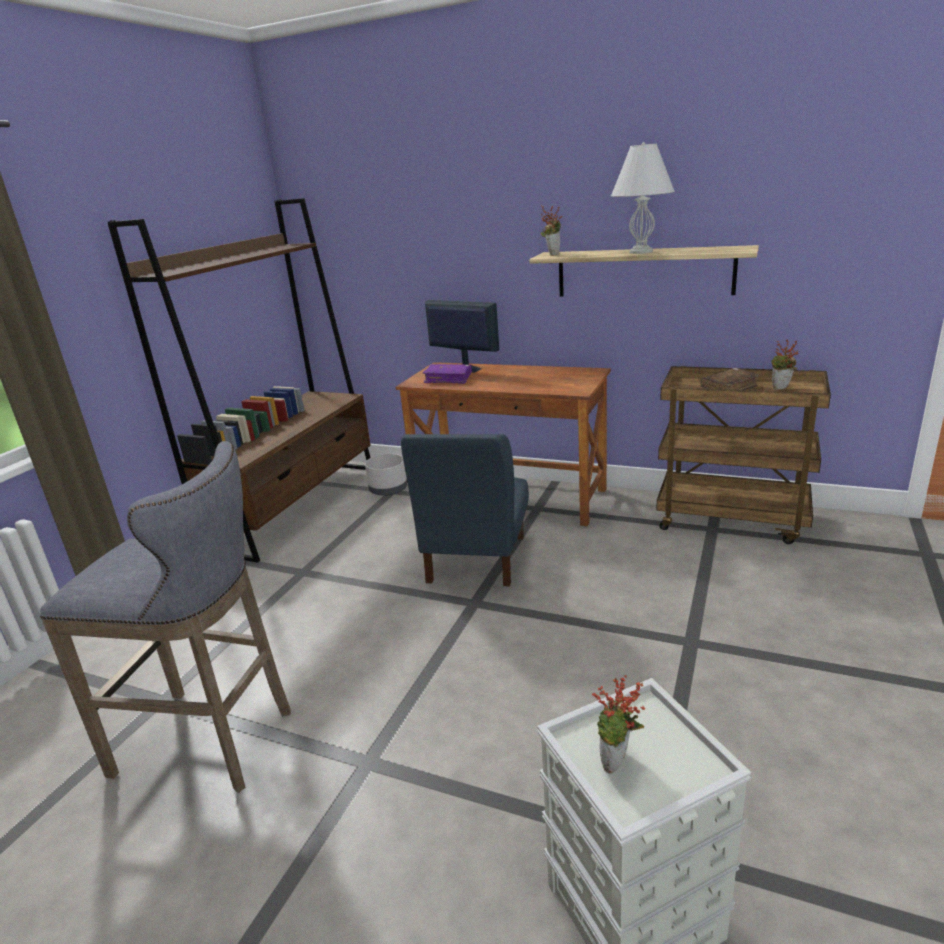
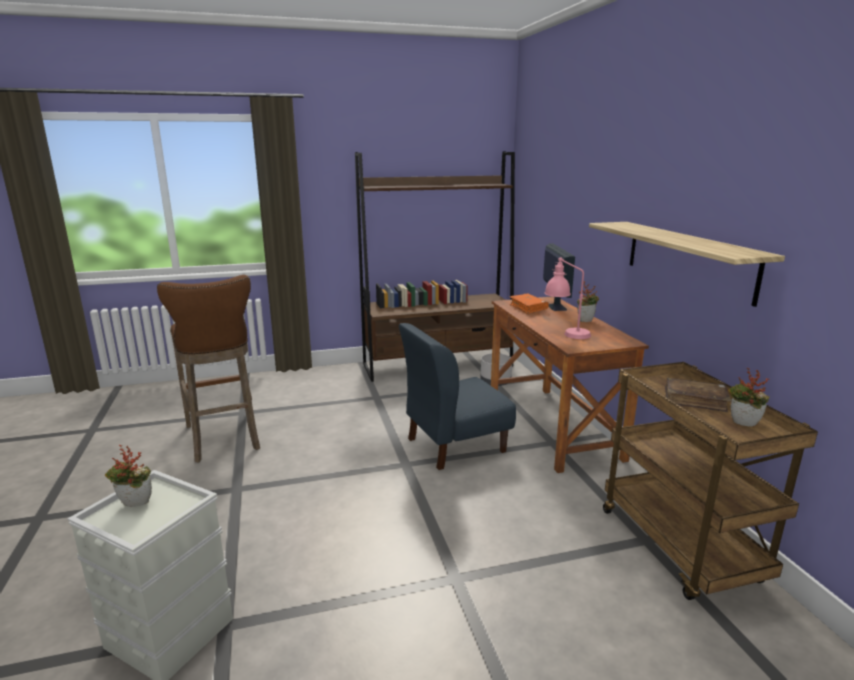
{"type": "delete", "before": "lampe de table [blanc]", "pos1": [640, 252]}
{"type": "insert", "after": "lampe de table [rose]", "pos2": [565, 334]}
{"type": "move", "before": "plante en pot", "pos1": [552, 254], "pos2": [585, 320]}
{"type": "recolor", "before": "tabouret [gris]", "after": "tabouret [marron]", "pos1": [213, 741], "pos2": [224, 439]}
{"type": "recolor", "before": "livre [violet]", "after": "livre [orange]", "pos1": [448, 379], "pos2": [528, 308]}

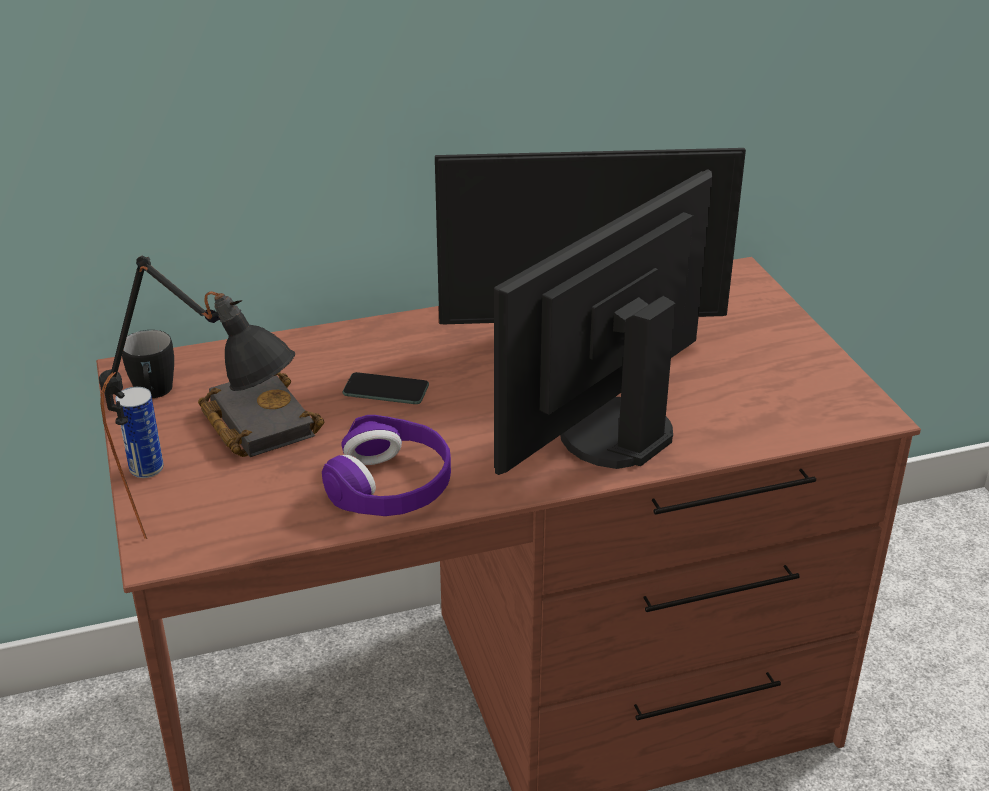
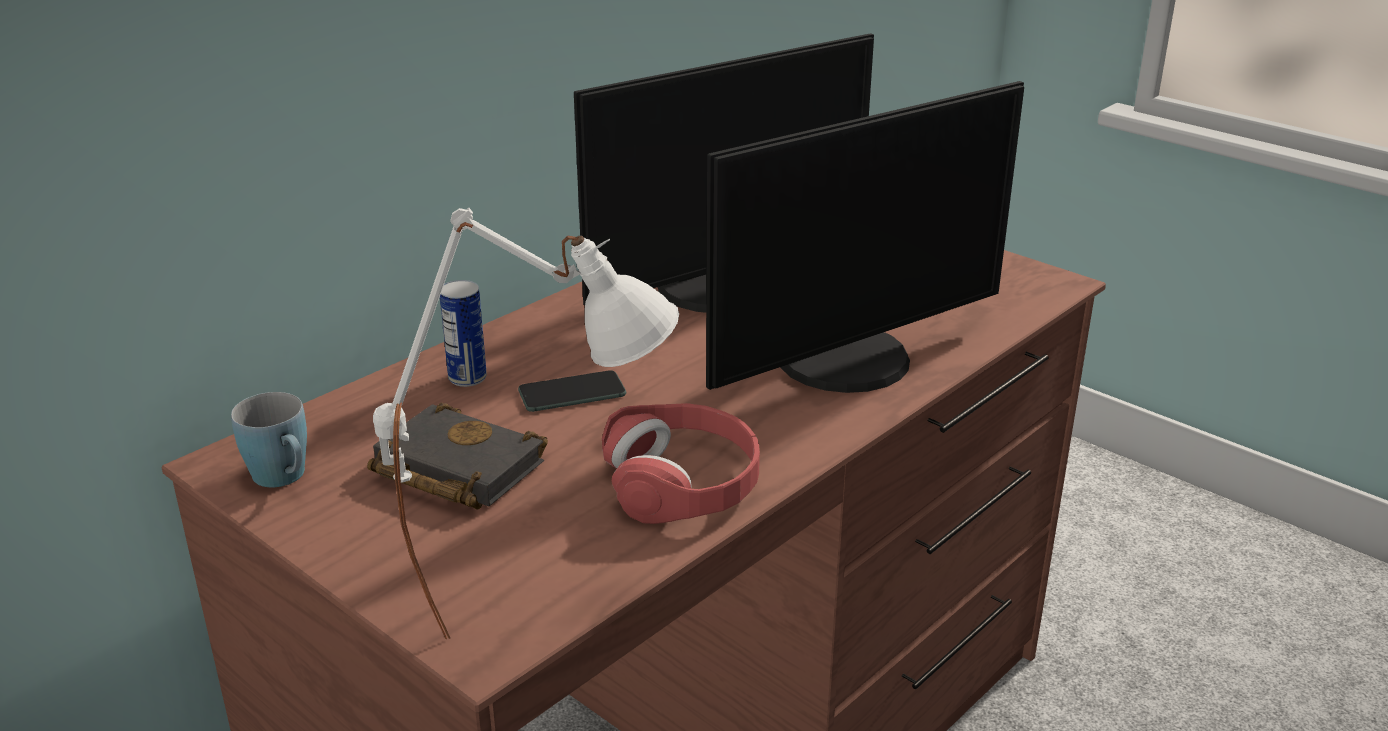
{"type": "move", "before": "boîte métallique", "pos1": [146, 468], "pos2": [467, 378]}
{"type": "recolor", "before": "lampe de table [noir]", "after": "lampe de table [blanc]", "pos1": [219, 538], "pos2": [543, 604]}
{"type": "recolor", "before": "mug [noir]", "after": "mug [bleu]", "pos1": [154, 393], "pos2": [285, 479]}
{"type": "recolor", "before": "casque audio [violet]", "after": "casque audio [rouge]", "pos1": [391, 484], "pos2": [682, 482]}
{"type": "rotate", "before": "écran d'ordinateur", "pos1": [611, 431], "pos2": [848, 362], "turn": -135}

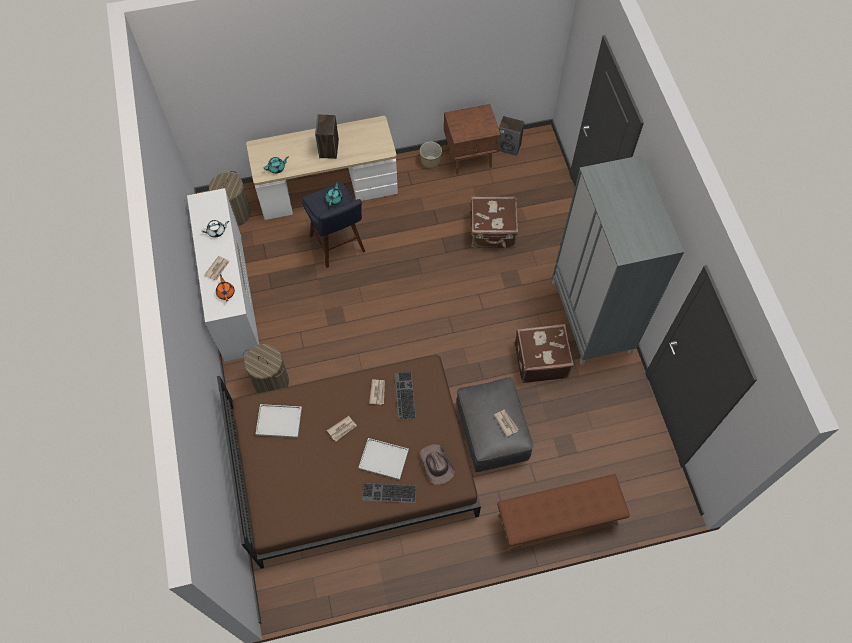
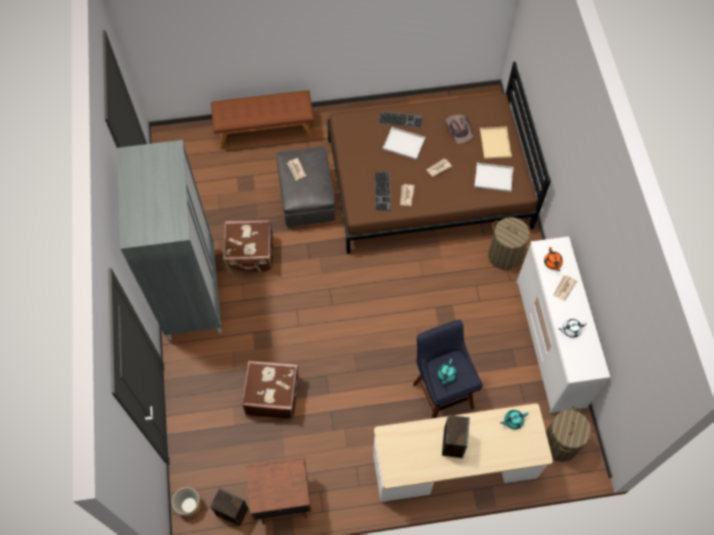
{"type": "insert", "after": "plateau [beige]", "pos2": [494, 142]}
{"type": "move", "before": "chapeau [marron]", "pos1": [436, 465], "pos2": [459, 129]}
{"type": "move", "before": "cache-pot", "pos1": [430, 161], "pos2": [189, 505]}

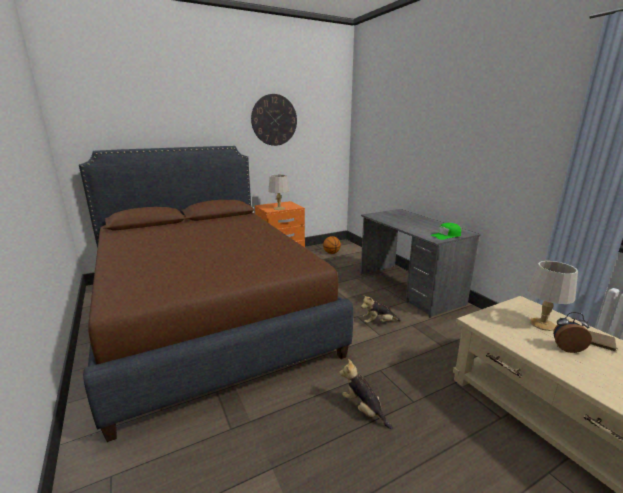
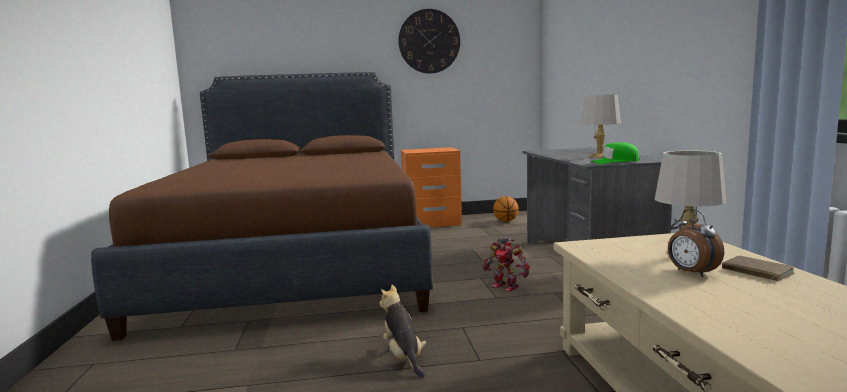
{"type": "move", "before": "lampe de table [gris]", "pos1": [279, 208], "pos2": [600, 156]}
{"type": "replace", "before": "peluche", "after": "robot jouet", "pos1": [378, 323], "pos2": [506, 286]}
{"type": "rotate", "before": "réveil", "pos1": [566, 348], "pos2": [691, 273], "turn": -150}

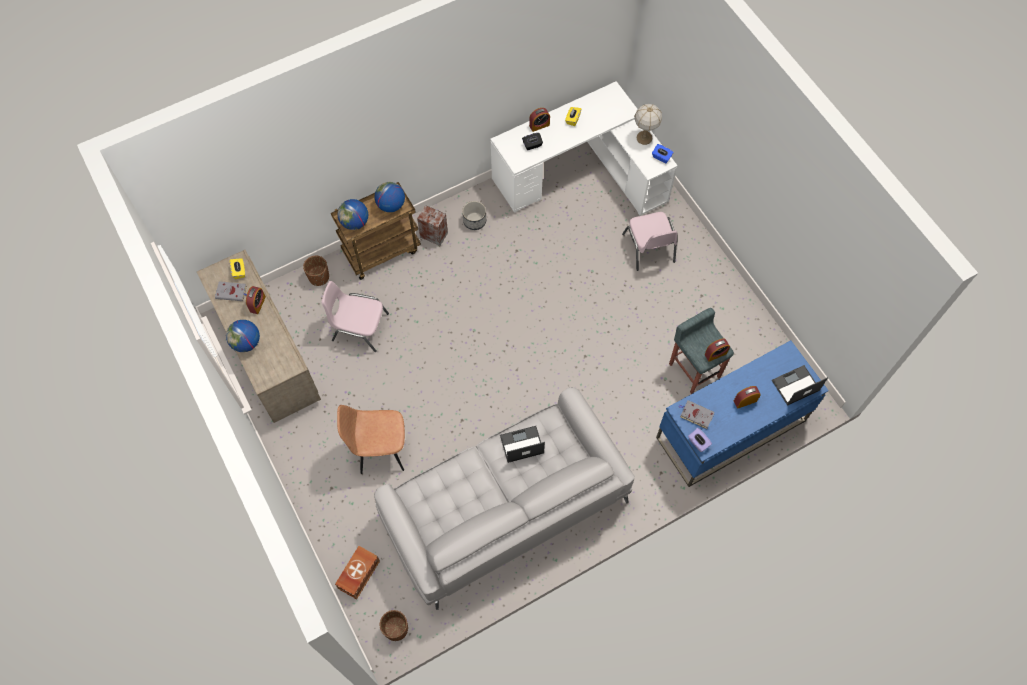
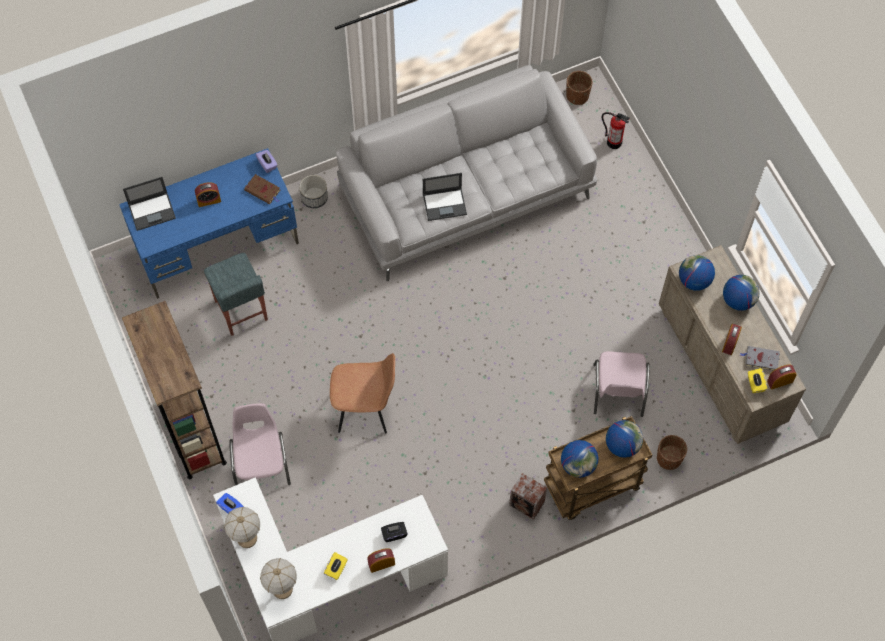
{"type": "insert", "after": "bibliothèque [marron]", "pos2": [191, 432]}
{"type": "insert", "after": "lampe de table", "pos2": [282, 589]}
{"type": "insert", "after": "globe", "pos2": [694, 280]}
{"type": "move", "before": "chaise [marron]", "pos1": [380, 449], "pos2": [365, 408]}
{"type": "move", "before": "cache-pot", "pos1": [474, 221], "pos2": [314, 197]}
{"type": "move", "before": "réveil", "pos1": [715, 354], "pos2": [780, 381]}
{"type": "replace", "before": "boîte de rangement [marron]", "after": "extincteur", "pos1": [358, 575], "pos2": [614, 142]}
{"type": "recolor", "before": "livre [gris]", "after": "livre [marron]", "pos1": [695, 415], "pos2": [263, 191]}
{"type": "rotate", "before": "chaise [rose]", "pos1": [359, 327], "pos2": [618, 391], "turn": 75}

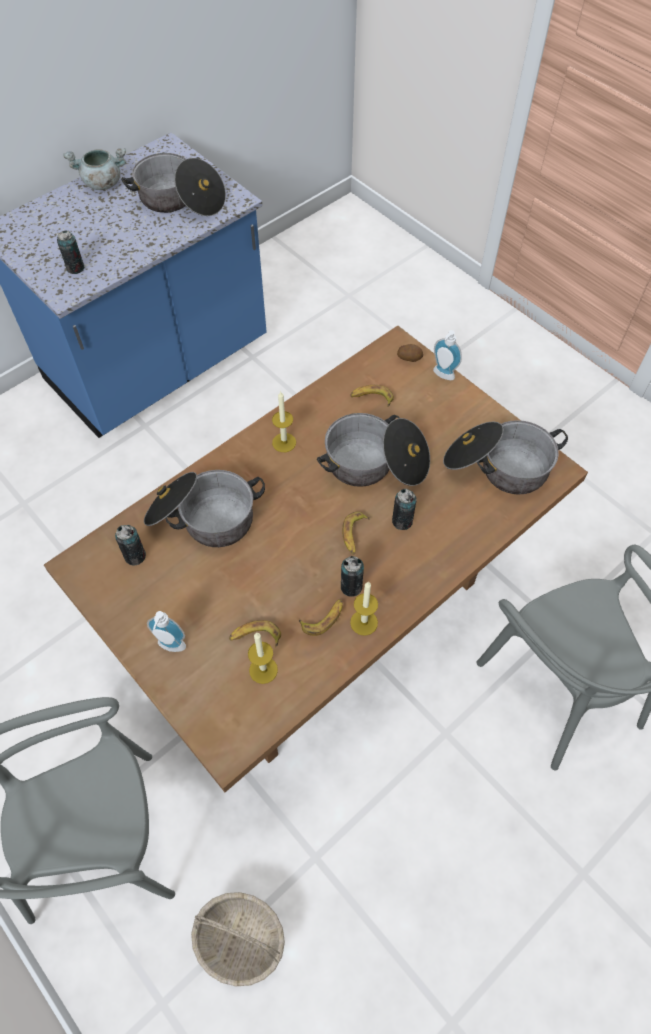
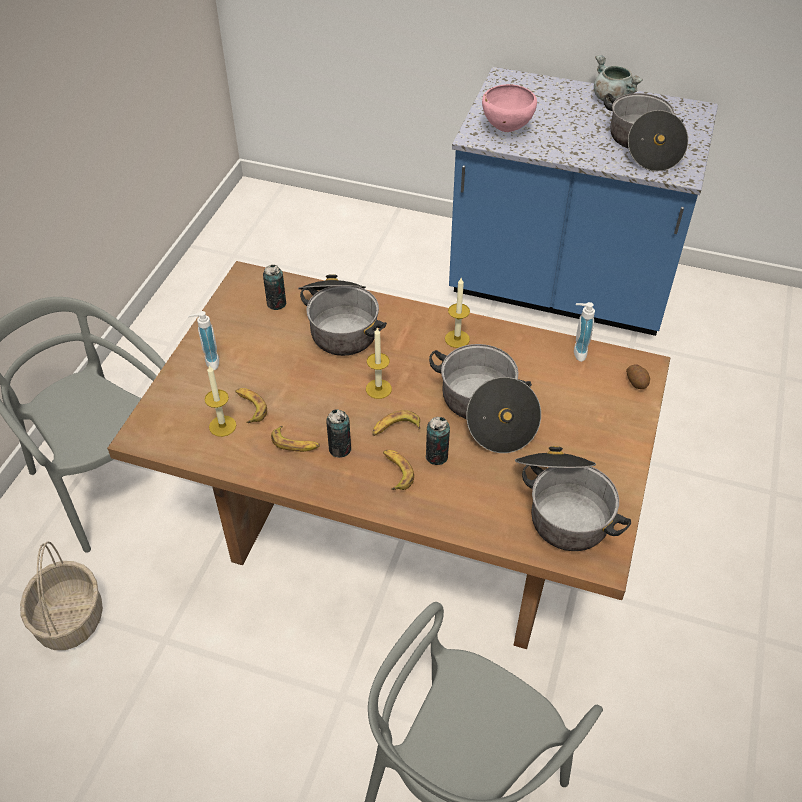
{"type": "move", "before": "banane", "pos1": [371, 398], "pos2": [396, 472]}
{"type": "move", "before": "bougie", "pos1": [364, 622], "pos2": [378, 389]}
{"type": "move", "before": "distributeur de savon", "pos1": [442, 376], "pos2": [577, 352]}
{"type": "replace", "before": "boîte métallique", "after": "bol [rose]", "pos1": [75, 268], "pos2": [506, 129]}

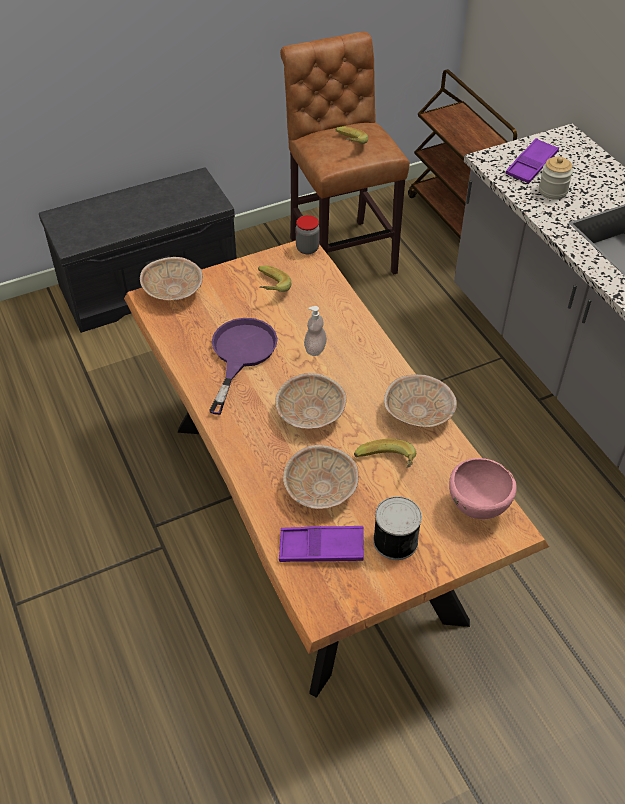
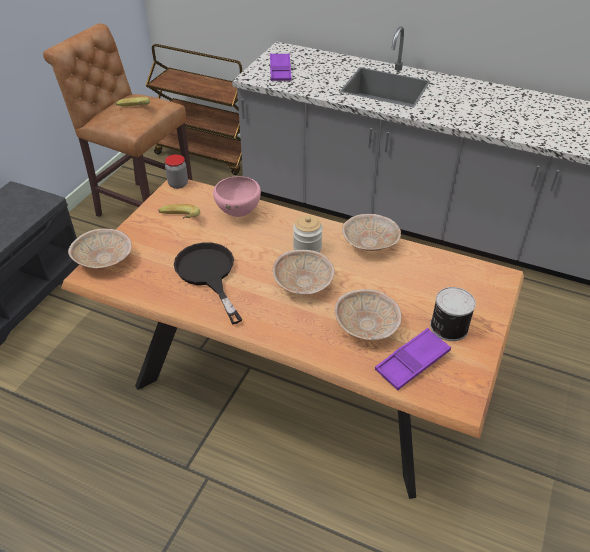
{"type": "delete", "before": "distributeur de savon", "pos1": [315, 349]}
{"type": "delete", "before": "banane", "pos1": [386, 466]}
{"type": "move", "before": "bol [rose]", "pos1": [478, 507], "pos2": [239, 213]}
{"type": "move", "before": "bocal", "pos1": [552, 191], "pos2": [307, 248]}
{"type": "recolor", "before": "poêle [violet]", "after": "poêle [noir]", "pos1": [240, 355], "pos2": [208, 274]}

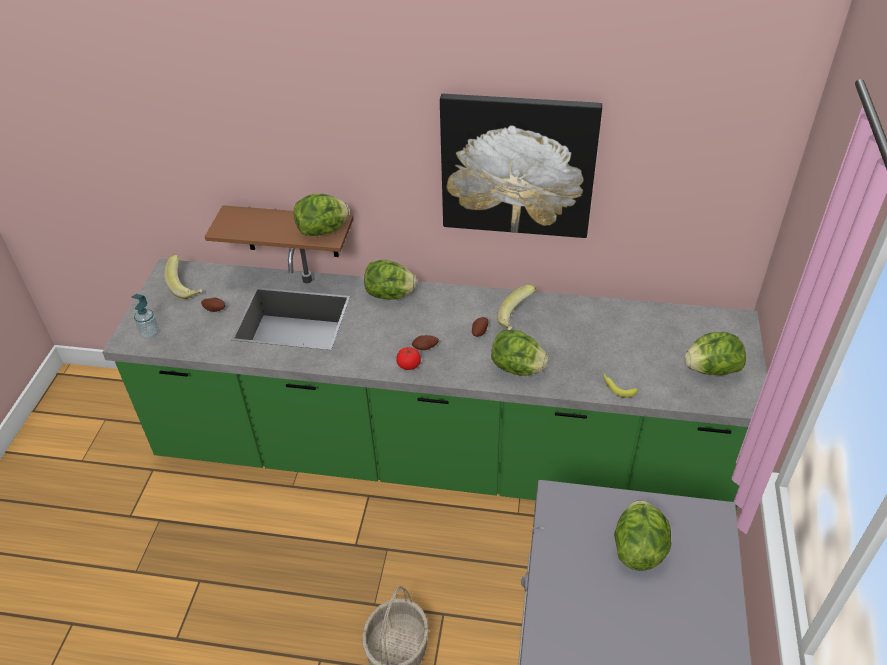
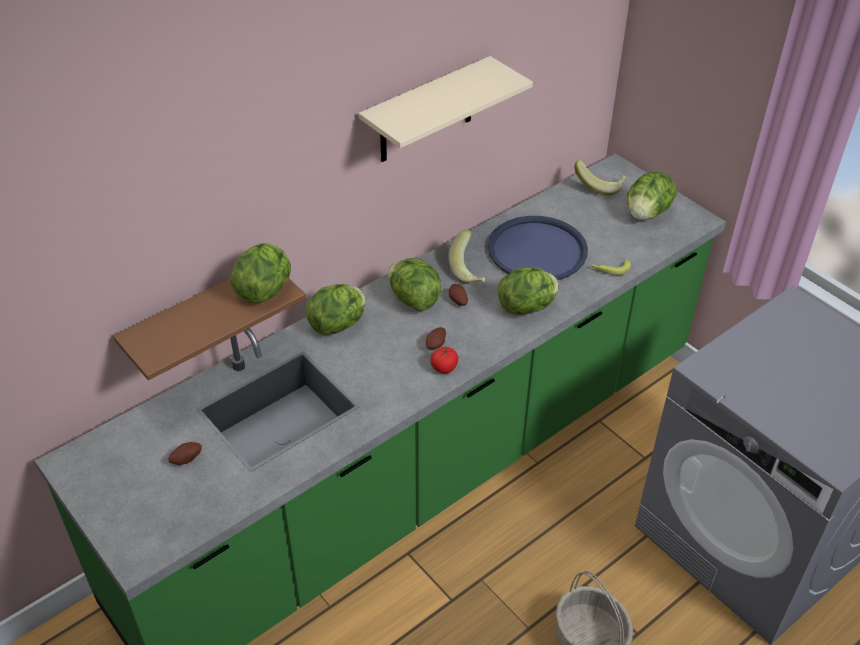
{"type": "delete", "before": "distributeur de savon", "pos1": [150, 333]}
{"type": "insert", "after": "plateau [bleu]", "pos2": [537, 250]}
{"type": "move", "before": "banane", "pos1": [187, 287], "pos2": [599, 186]}
{"type": "move", "before": "laitue", "pos1": [638, 548], "pos2": [413, 299]}
{"type": "replace", "before": "tableau", "after": "étagère [beige]", "pos1": [517, 165], "pos2": [426, 112]}

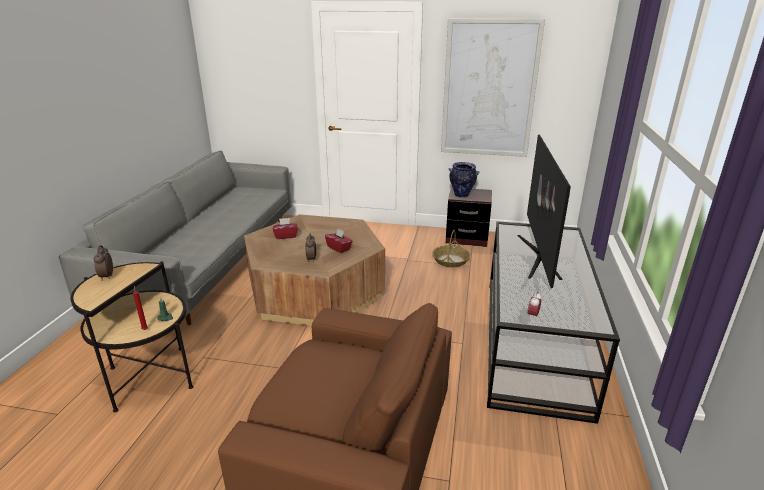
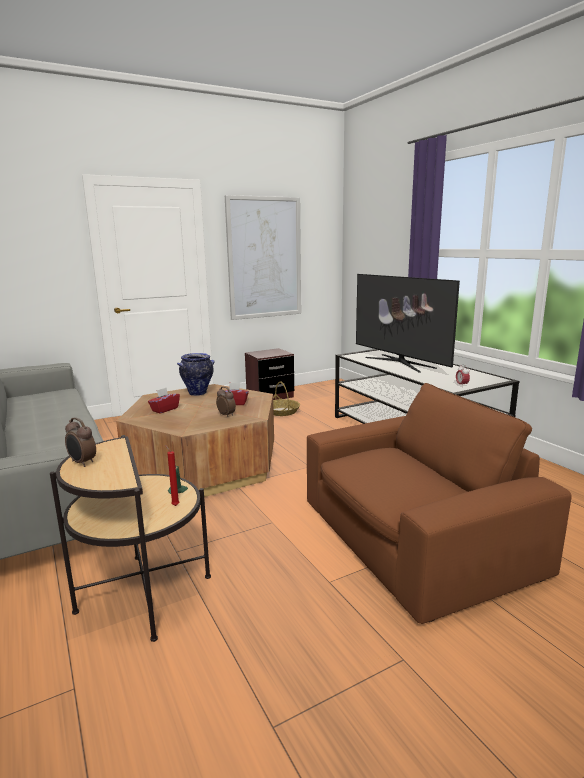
{"type": "move", "before": "vase", "pos1": [462, 195], "pos2": [198, 393]}

